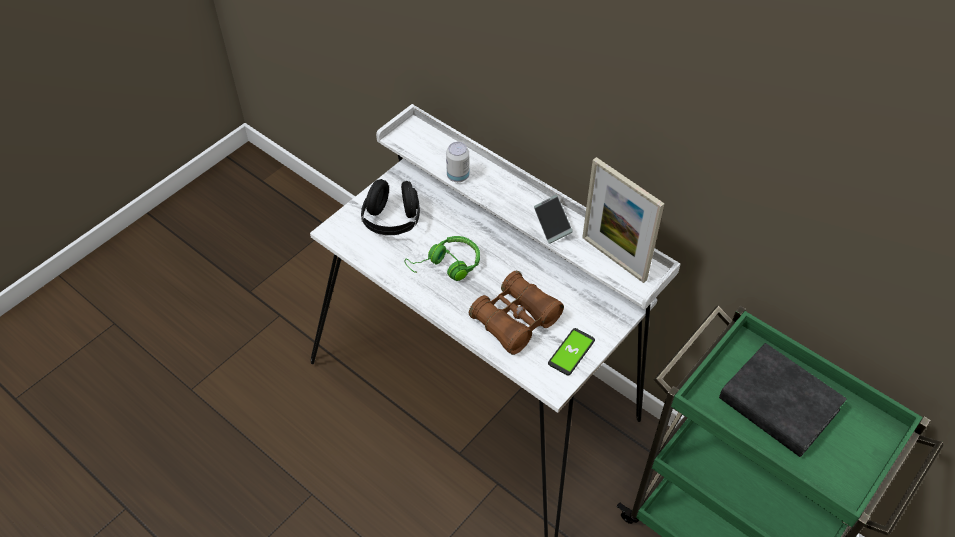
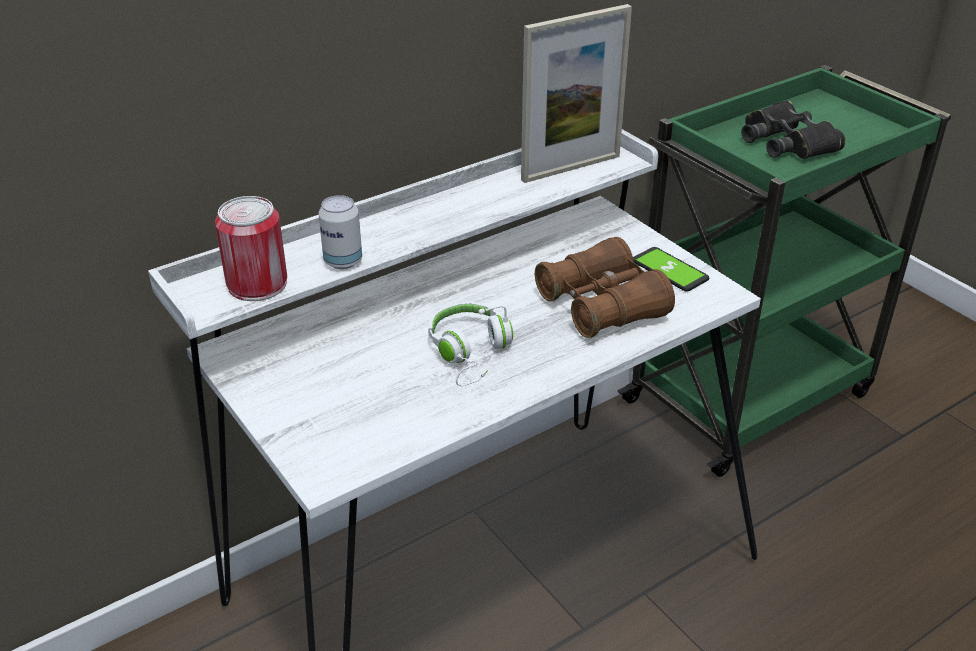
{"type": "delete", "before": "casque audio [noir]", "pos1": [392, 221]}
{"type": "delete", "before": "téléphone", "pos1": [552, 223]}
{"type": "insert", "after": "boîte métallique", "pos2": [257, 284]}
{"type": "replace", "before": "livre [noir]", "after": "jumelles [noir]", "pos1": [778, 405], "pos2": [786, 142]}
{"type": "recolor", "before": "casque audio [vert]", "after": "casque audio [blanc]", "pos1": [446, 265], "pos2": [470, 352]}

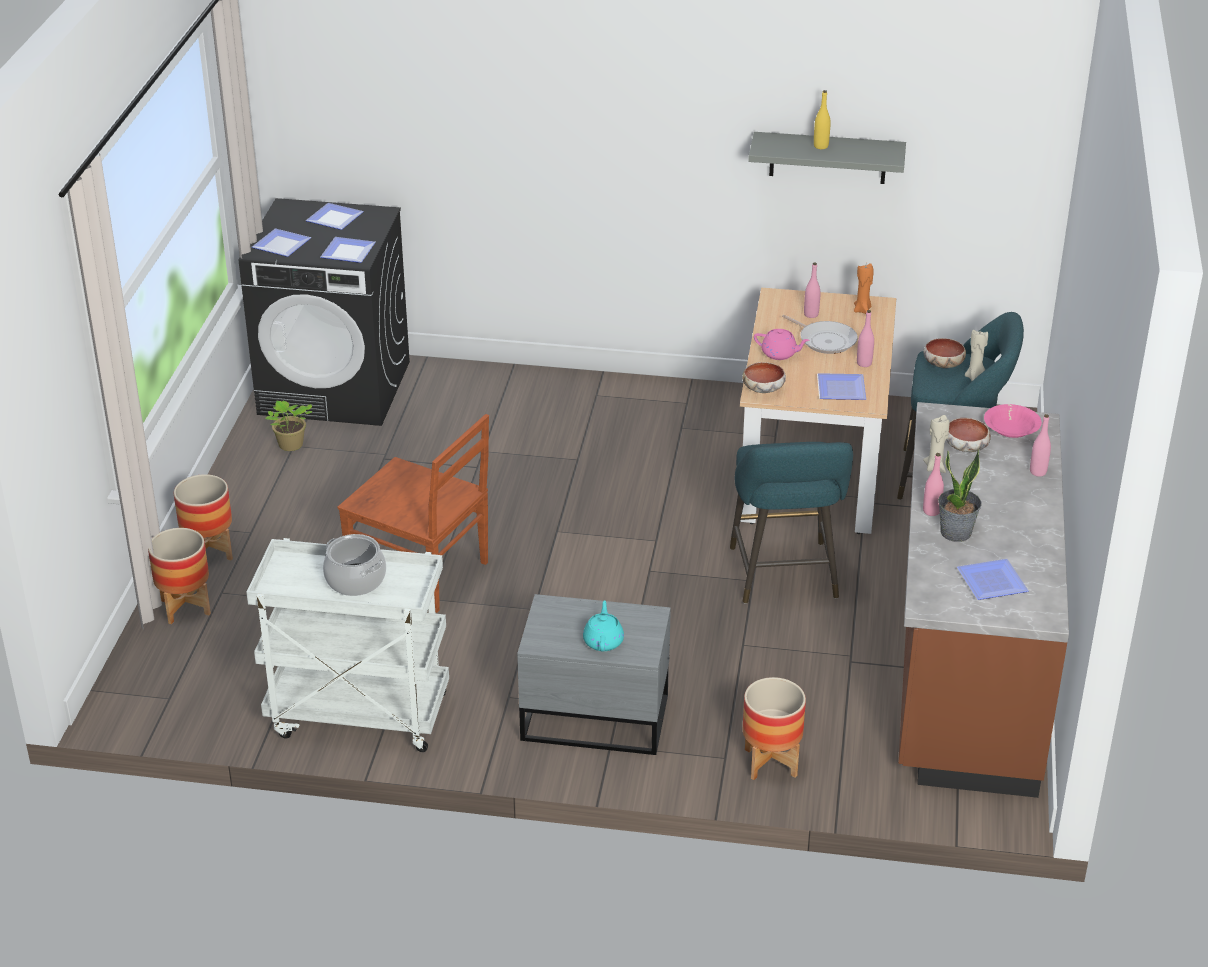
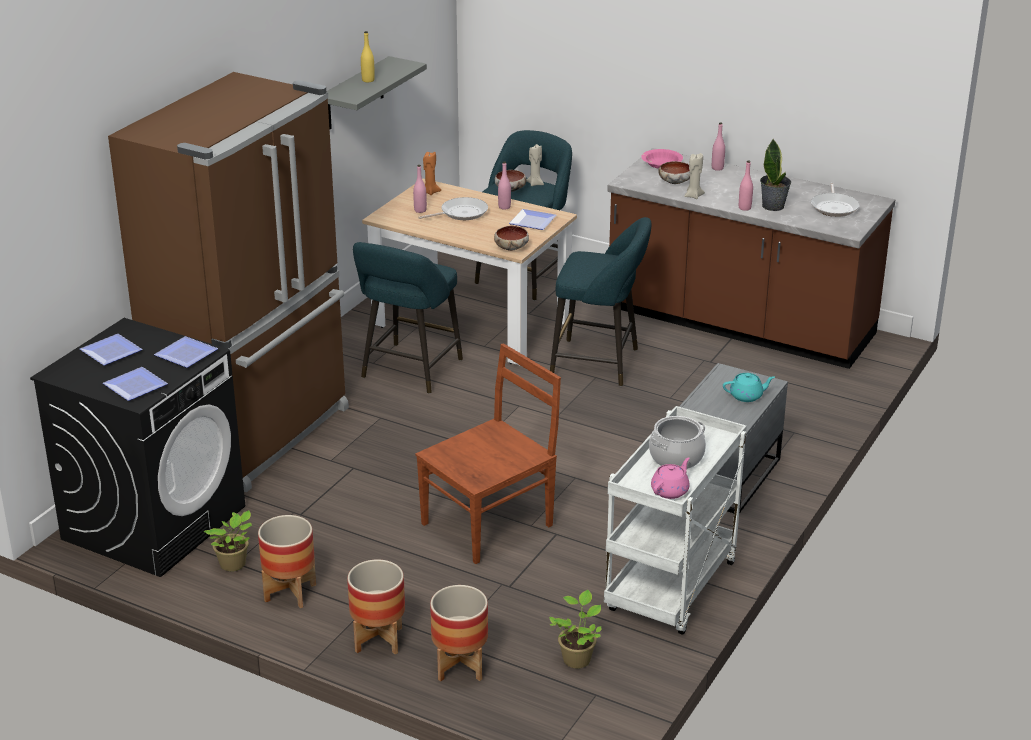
{"type": "insert", "after": "réfrigérateur [marron]", "pos2": [256, 434]}
{"type": "insert", "after": "tabouret [turquoise]", "pos2": [409, 371]}
{"type": "insert", "after": "plante en pot", "pos2": [577, 658]}
{"type": "move", "before": "cache-pot", "pos1": [770, 763], "pos2": [290, 593]}
{"type": "move", "before": "théière [rose]", "pos1": [780, 354], "pos2": [670, 490]}
{"type": "replace", "before": "assiette", "after": "poêle", "pos1": [994, 583], "pos2": [834, 207]}
{"type": "rotate", "before": "théière [turquoise]", "pos1": [603, 641], "pos2": [747, 396], "turn": 150}

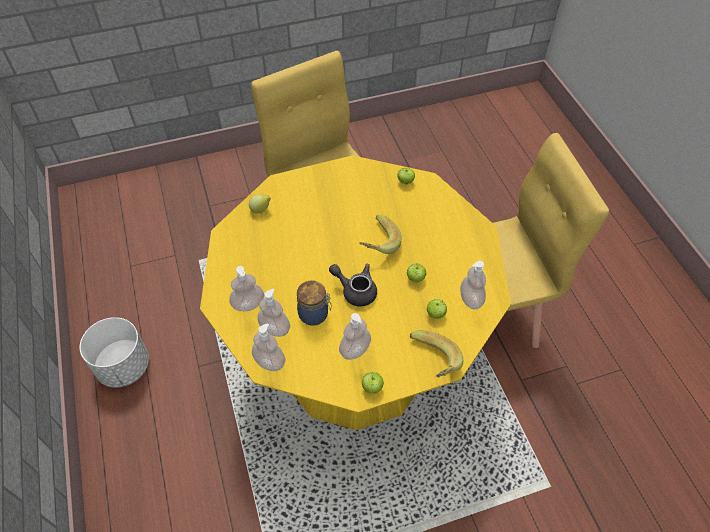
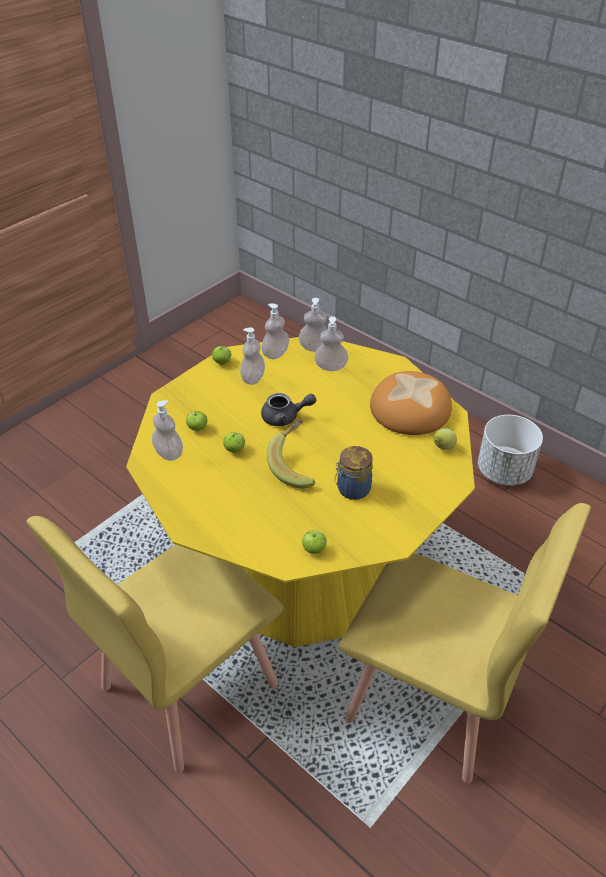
{"type": "delete", "before": "banane", "pos1": [431, 362]}
{"type": "insert", "after": "pain", "pos2": [410, 408]}
{"type": "move", "before": "distributeur de savon", "pos1": [248, 304], "pos2": [275, 354]}
{"type": "move", "before": "bocal", "pos1": [315, 314], "pos2": [352, 489]}

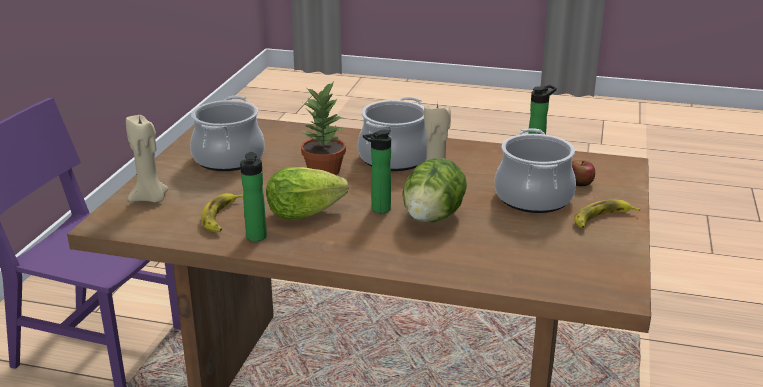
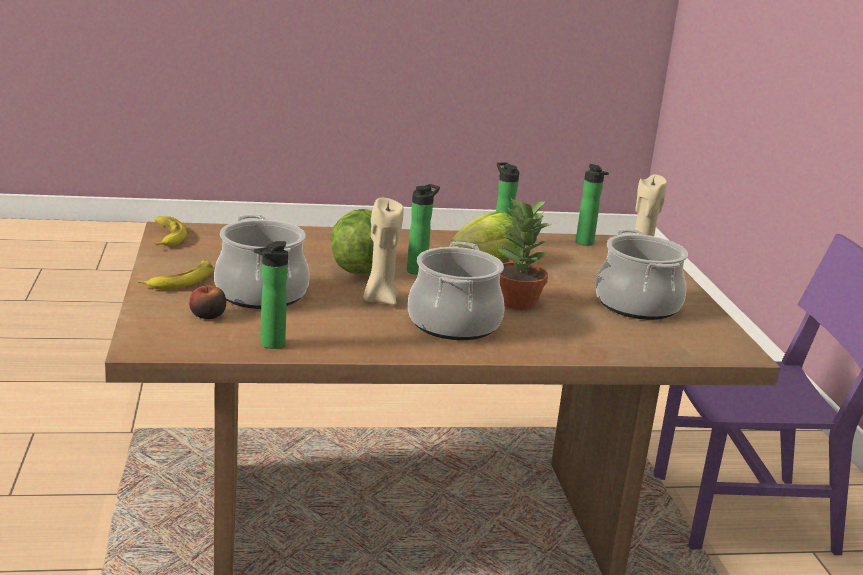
{"type": "insert", "after": "bouteille", "pos2": [586, 243]}
{"type": "move", "before": "banane", "pos1": [221, 217], "pos2": [166, 236]}

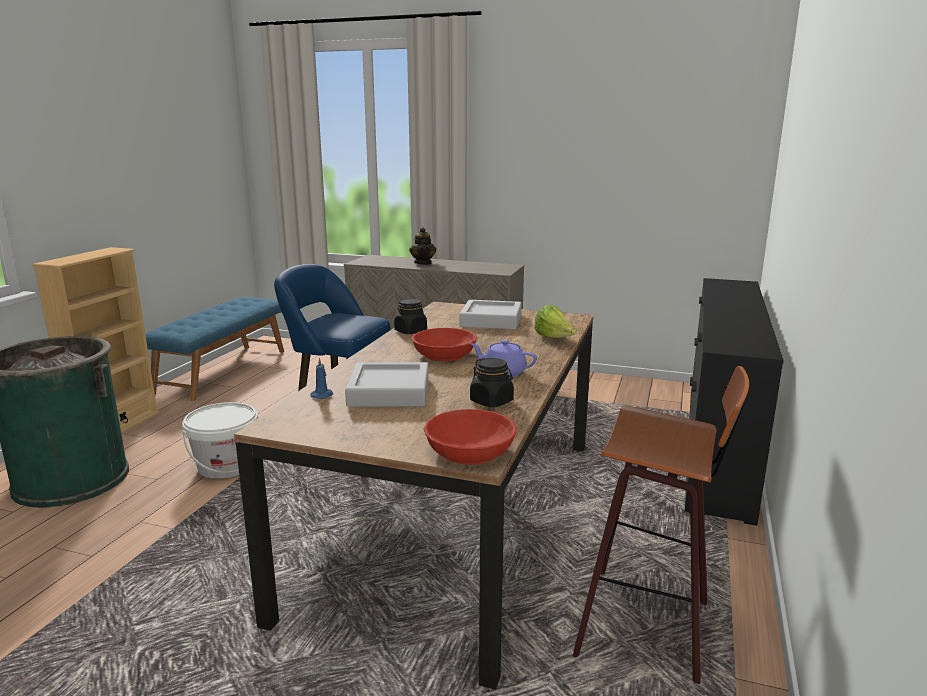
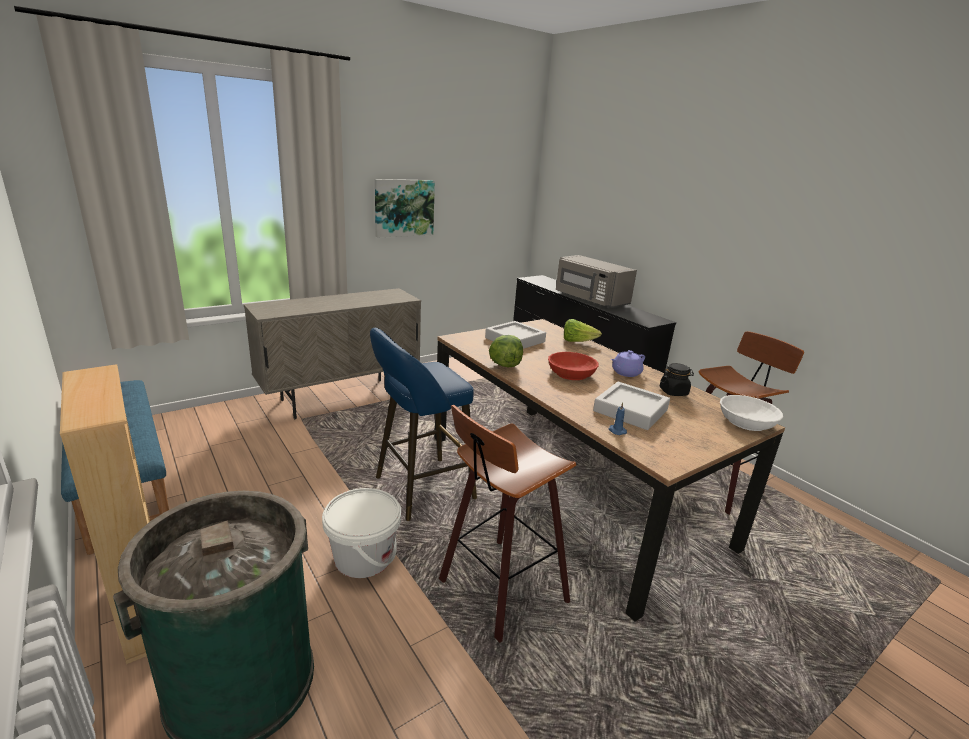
{"type": "delete", "before": "théière", "pos1": [423, 263]}
{"type": "insert", "after": "tableau", "pos2": [404, 208]}
{"type": "insert", "after": "tabouret", "pos2": [498, 590]}
{"type": "insert", "after": "micro-ondes [gris]", "pos2": [590, 299]}
{"type": "replace", "before": "bocal [noir]", "after": "laitue", "pos1": [411, 331], "pos2": [504, 365]}
{"type": "recolor", "before": "bol [rouge]", "after": "bol [blanc]", "pos1": [470, 451], "pos2": [746, 422]}

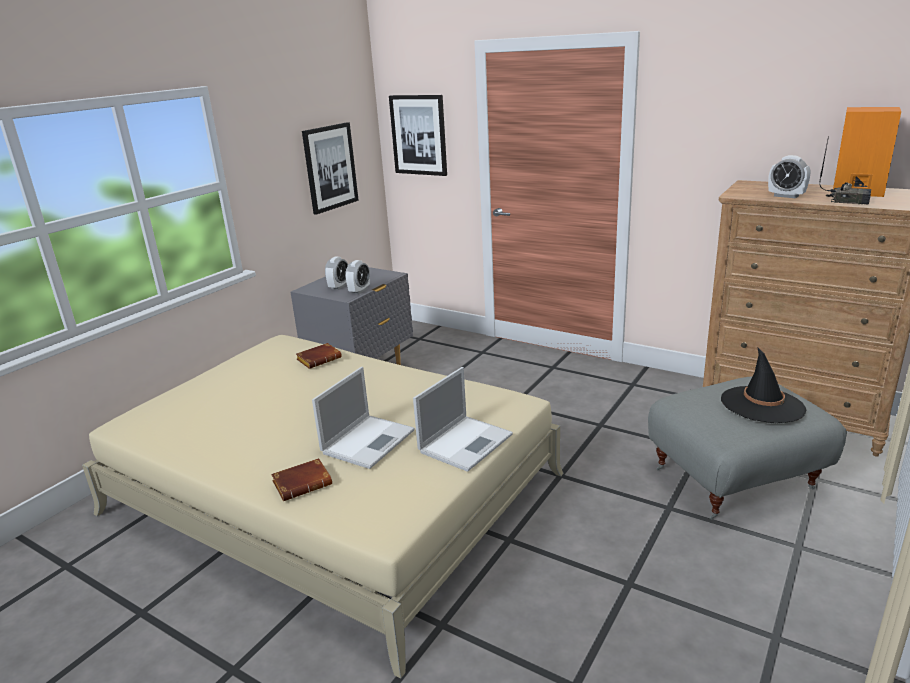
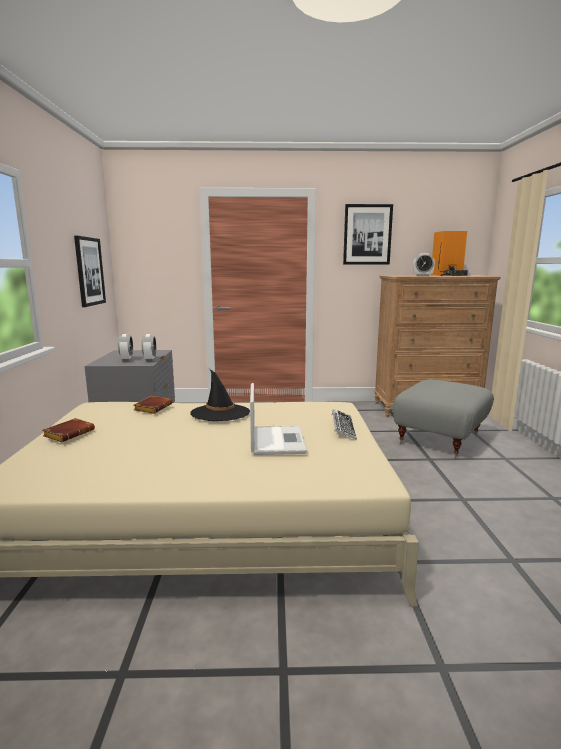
{"type": "move", "before": "livre [marron]", "pos1": [303, 483], "pos2": [69, 433]}
{"type": "move", "before": "tableau", "pos1": [419, 135], "pos2": [367, 234]}
{"type": "move", "before": "chapeau [noir]", "pos1": [762, 405], "pos2": [220, 413]}
{"type": "replace", "before": "ordinateur portable", "after": "clavier", "pos1": [466, 442], "pos2": [343, 427]}

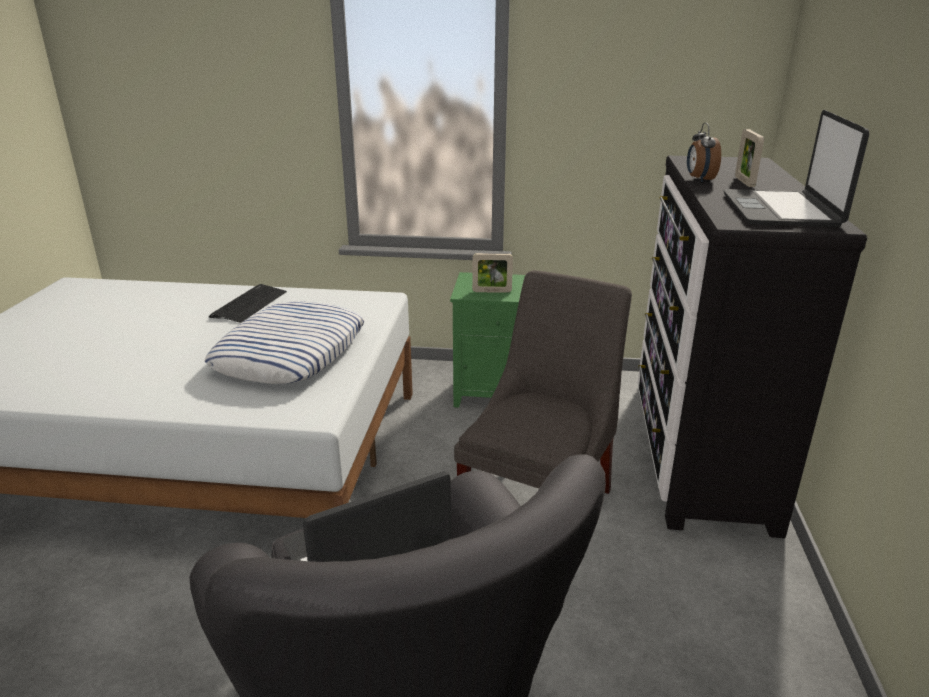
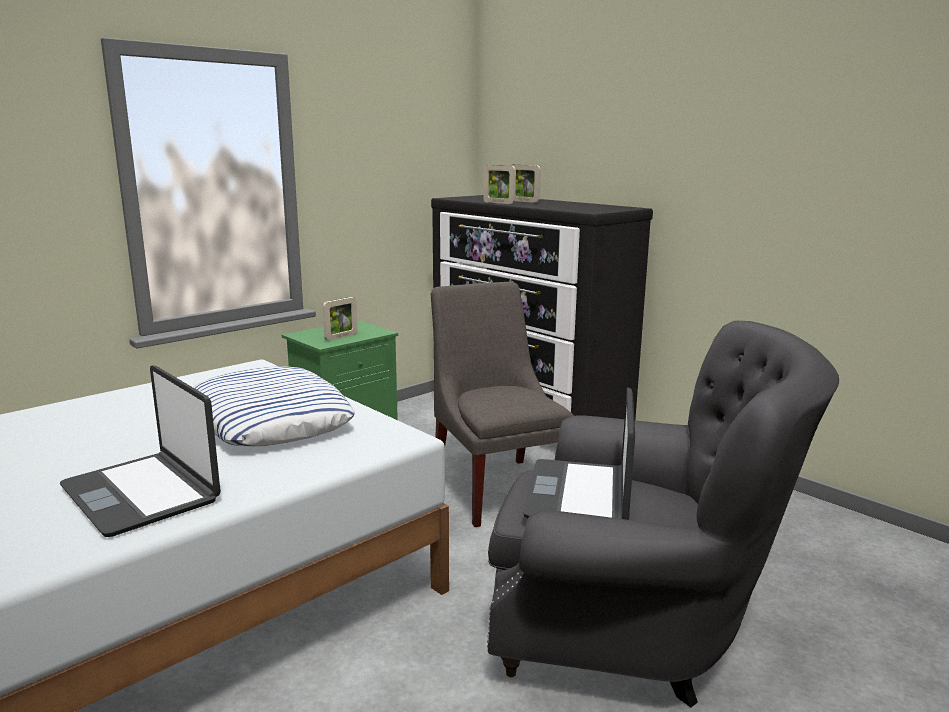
{"type": "delete", "before": "clavier", "pos1": [249, 304]}
{"type": "move", "before": "ordinateur portable", "pos1": [781, 210], "pos2": [142, 493]}
{"type": "replace", "before": "réveil", "after": "cadre photo", "pos1": [699, 179], "pos2": [499, 203]}

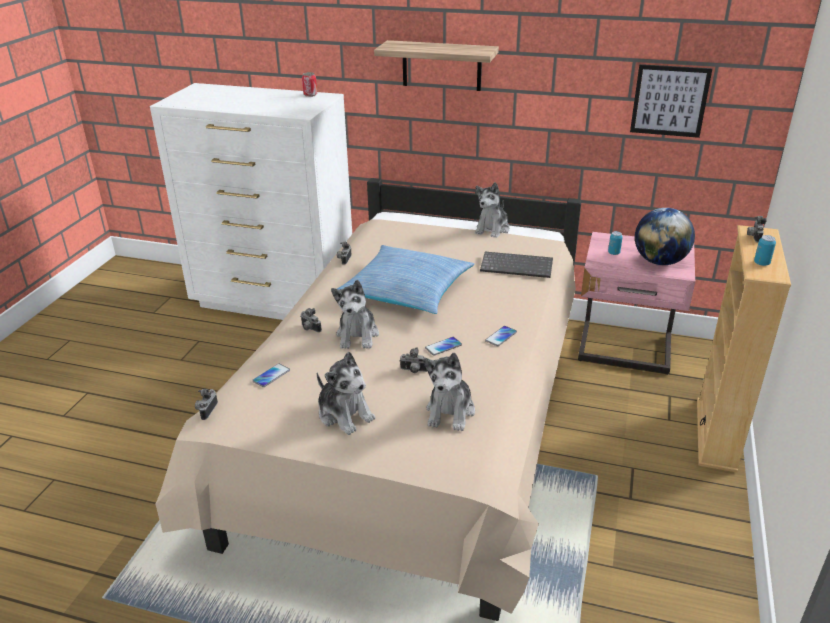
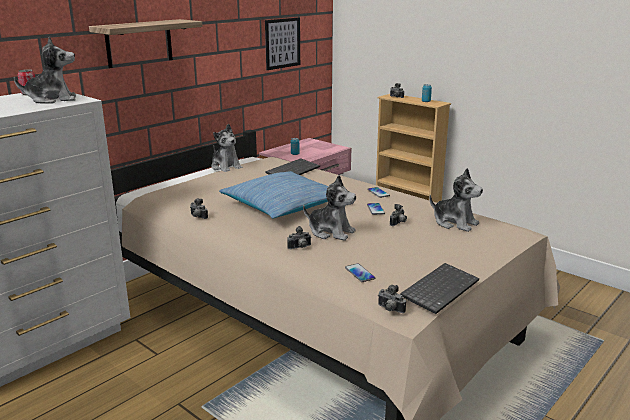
{"type": "delete", "before": "globe", "pos1": [659, 261]}
{"type": "insert", "after": "clavier", "pos2": [439, 288]}
{"type": "move", "before": "peluche", "pos1": [344, 414], "pos2": [52, 100]}

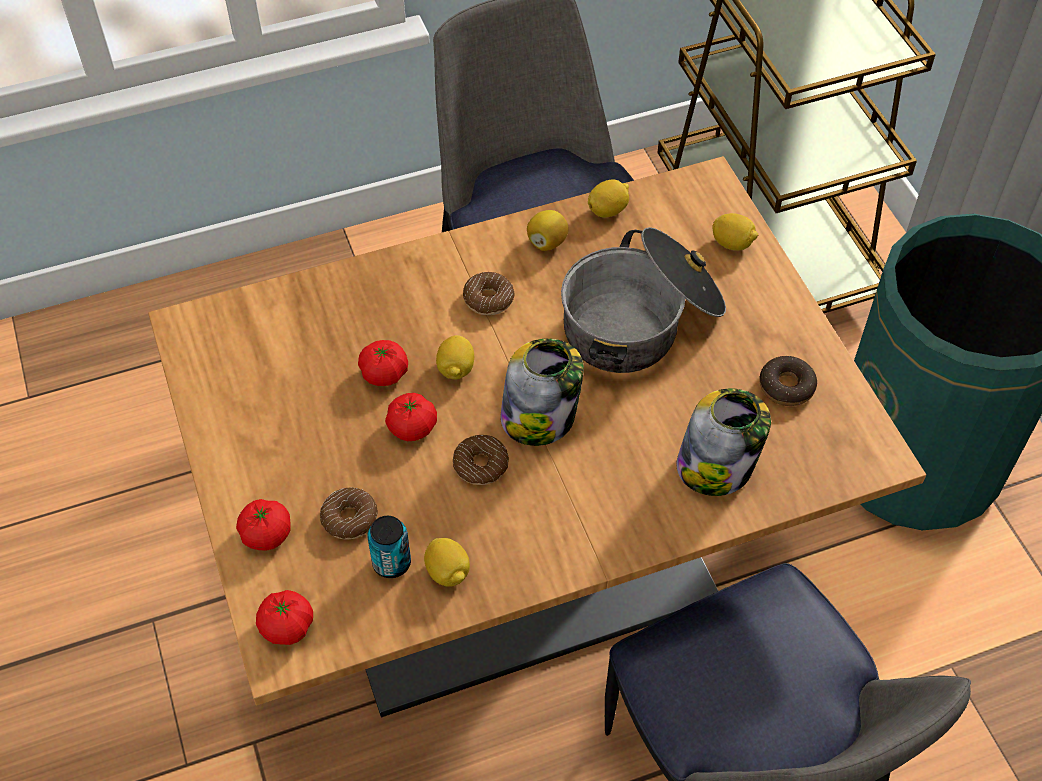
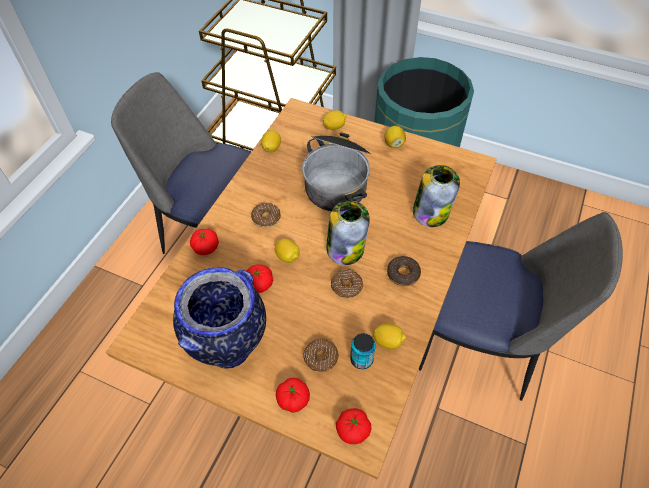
{"type": "insert", "after": "vase", "pos2": [230, 348]}
{"type": "move", "before": "tomate", "pos1": [412, 427], "pos2": [206, 247]}
{"type": "move", "before": "citron", "pos1": [547, 242], "pos2": [394, 144]}
{"type": "move", "before": "beignet", "pos1": [786, 386], "pos2": [403, 274]}

